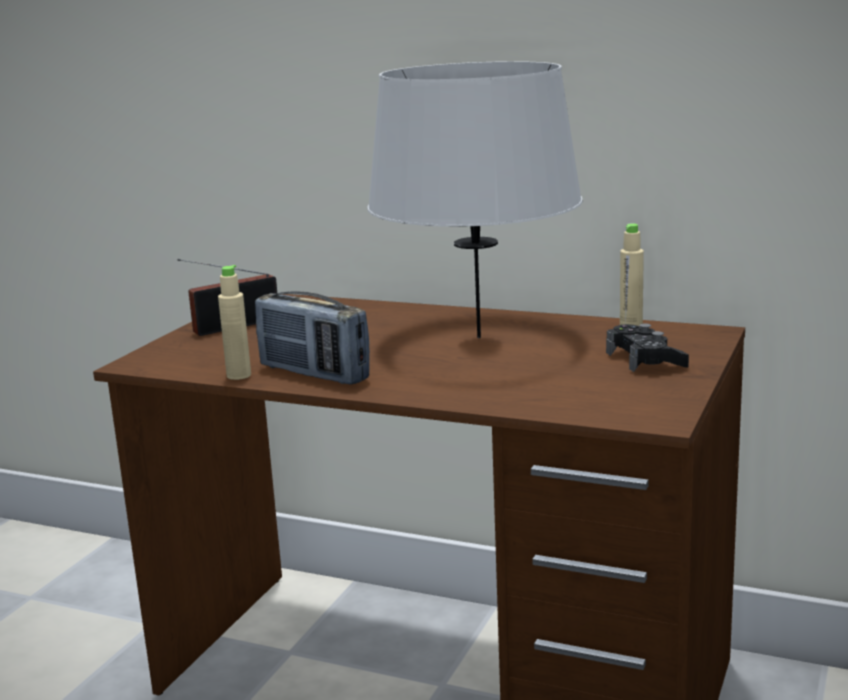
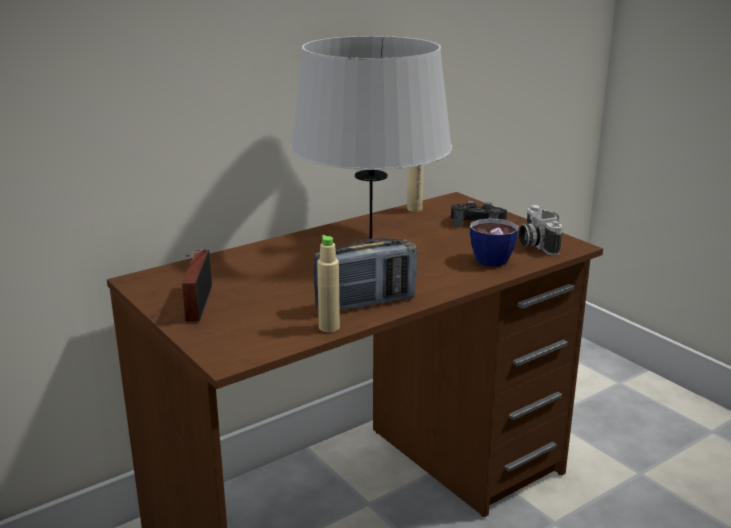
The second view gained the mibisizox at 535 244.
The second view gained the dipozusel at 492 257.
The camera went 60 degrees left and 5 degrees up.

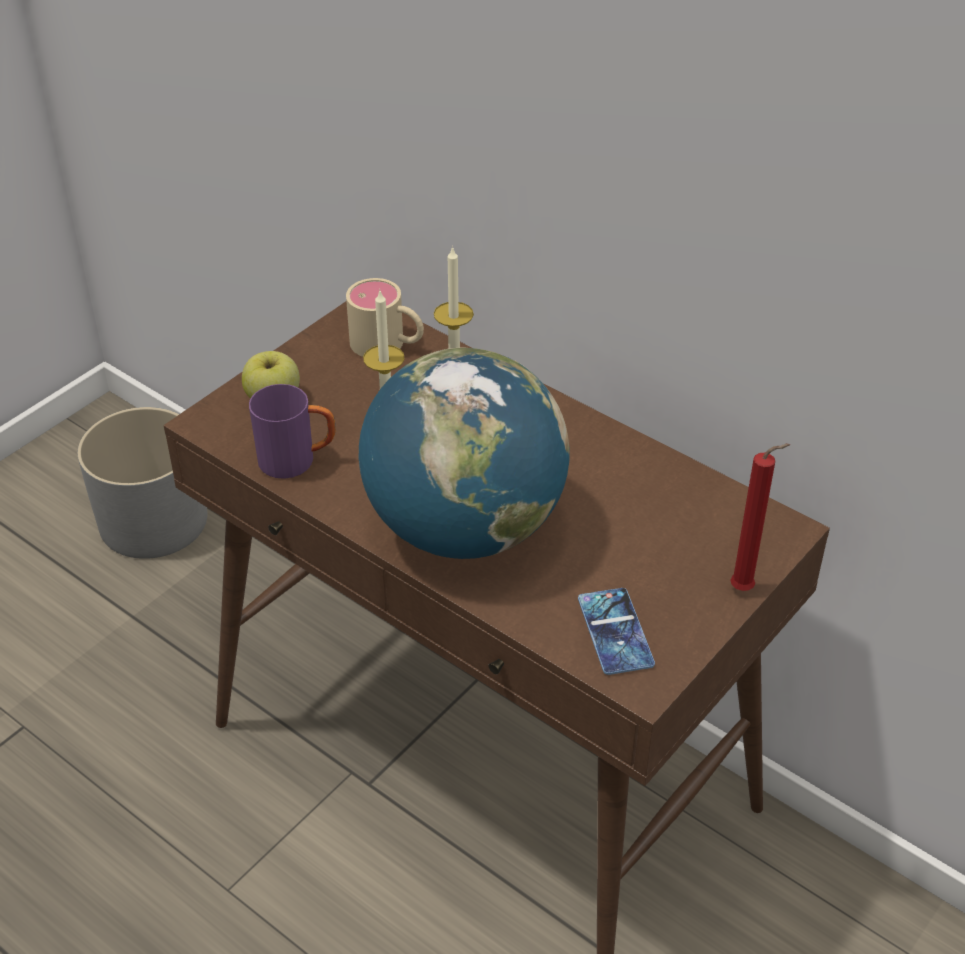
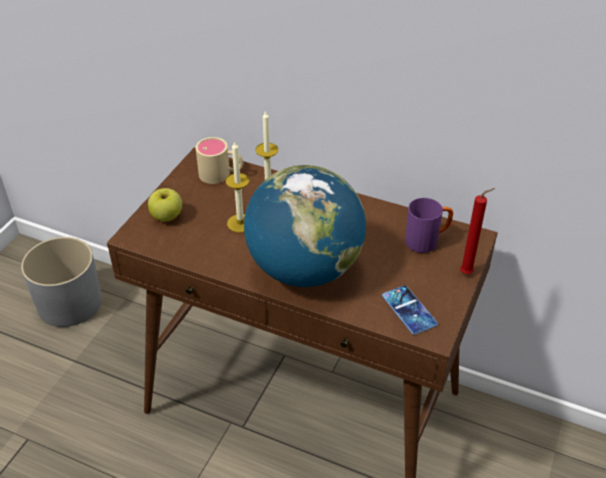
The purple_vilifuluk ended up elsewhere, having gone from 297 460 to 427 241.
The camera went 15 degrees left and 0 degrees up.

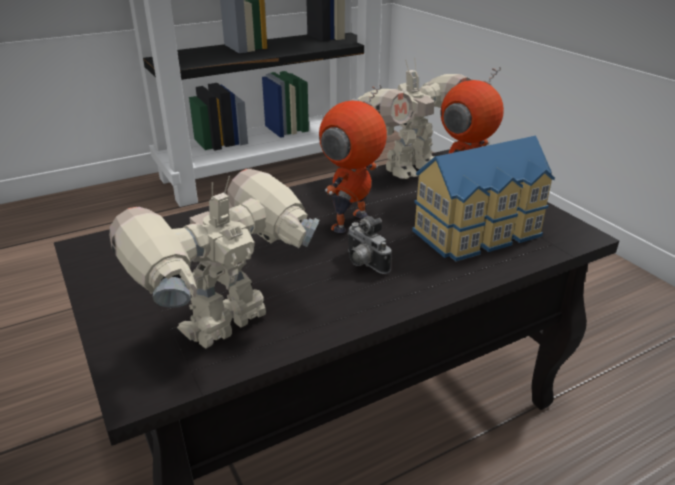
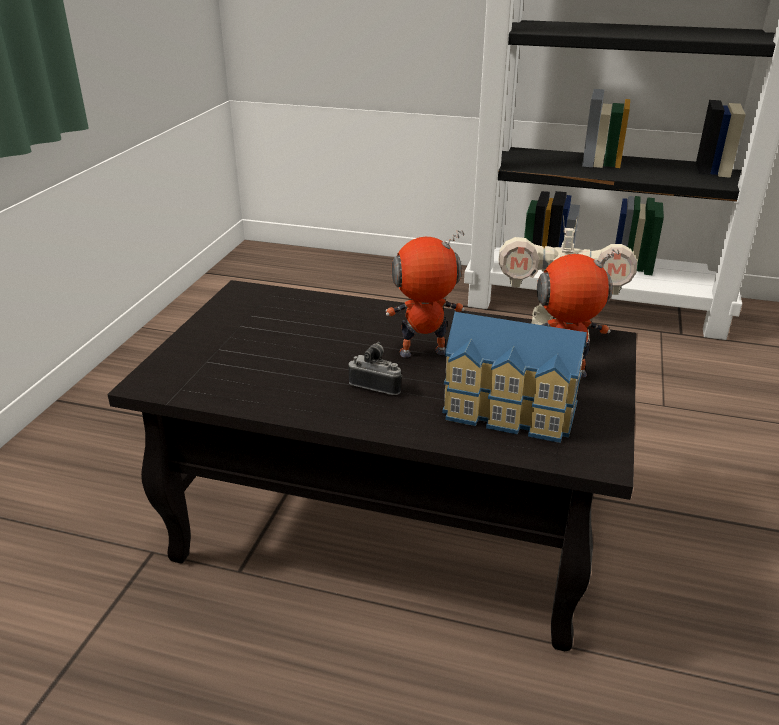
The second view lost the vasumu at 229 326.
The mibisizox at 363 264 ended up facing another way, 105 degrees clockwise from before.
The camera went 45 degrees right and 0 degrees up.

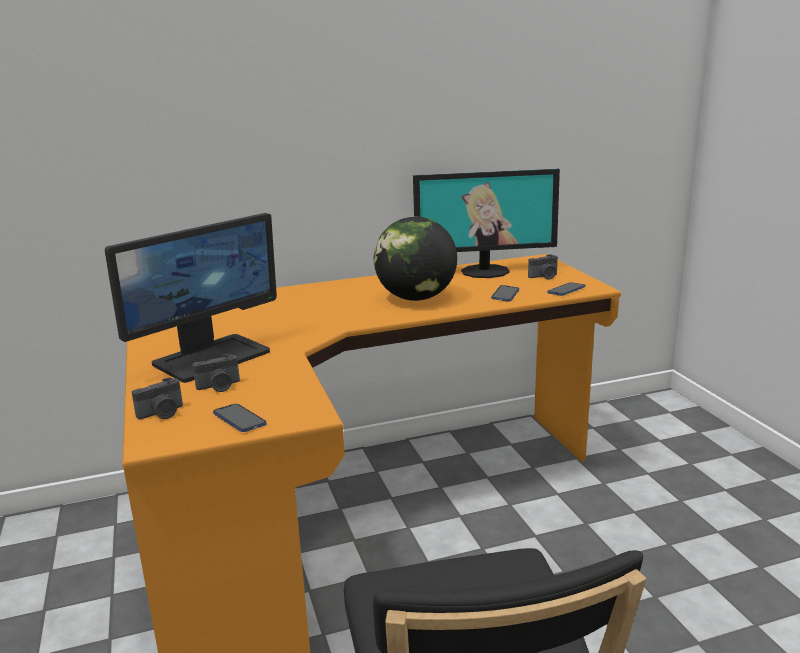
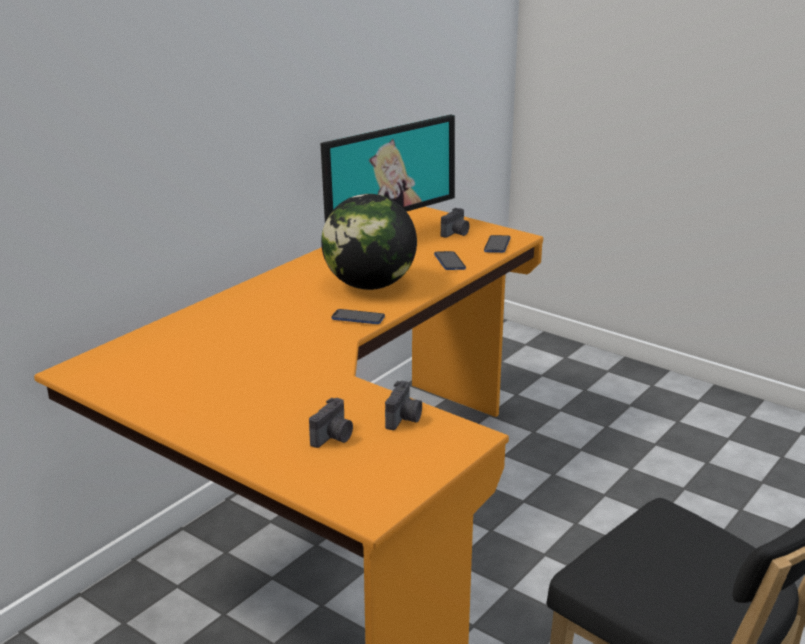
The second view lost the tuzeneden at 211 357.
The mibisizox ended up elsewhere, having gone from 162 413 to 404 419.
The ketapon ended up elsewhere, having gone from 239 419 to 358 318.
The camera went 35 degrees left and 5 degrees up.

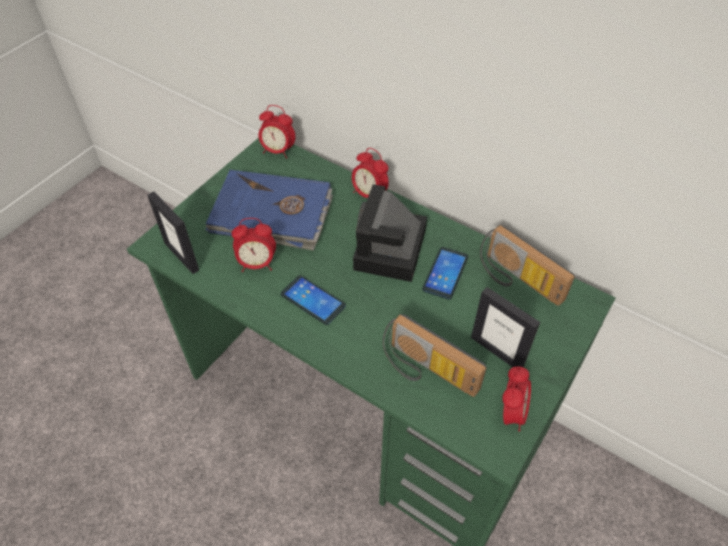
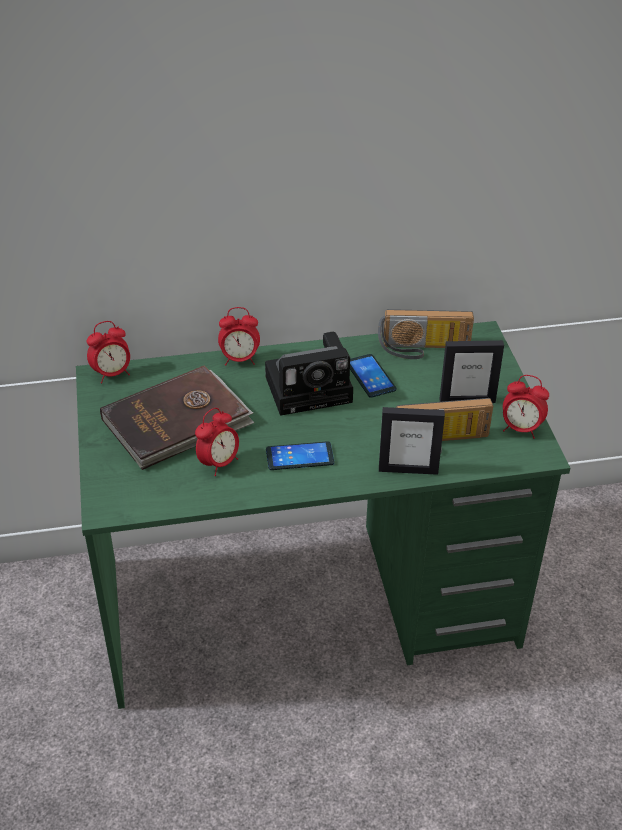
What was the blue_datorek at 271 214 turned into the brown_datorek at 177 422.
The mibisizox at 390 252 ended up facing another way, 75 degrees counterclockwise from before.
The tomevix ended up elsewhere, having gone from 182 256 to 408 469.
The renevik at 511 413 ended up facing another way, 135 degrees clockwise from before.
The camera went 45 degrees left and 10 degrees down.

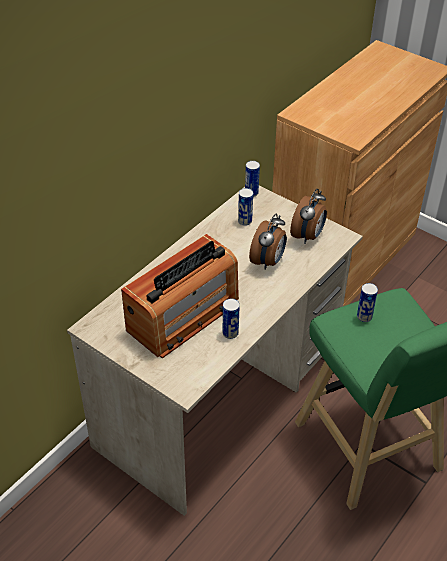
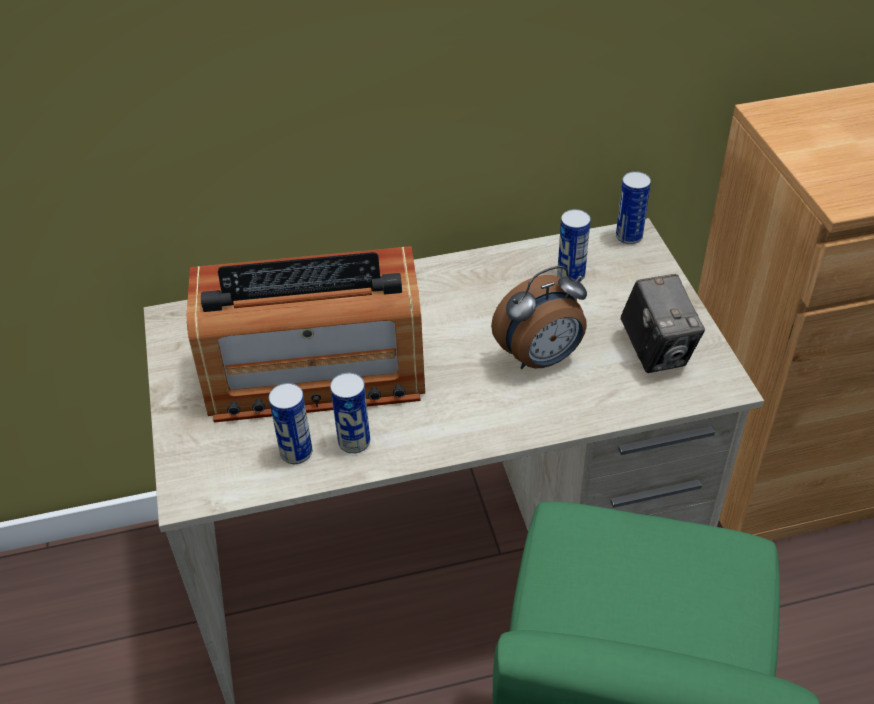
Where the renevik stood at 308 236, the mibisizox came to stand at 656 351.
The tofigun ended up elsewhere, having gone from 364 317 to 296 453.
The camera went 40 degrees right and 0 degrees up.

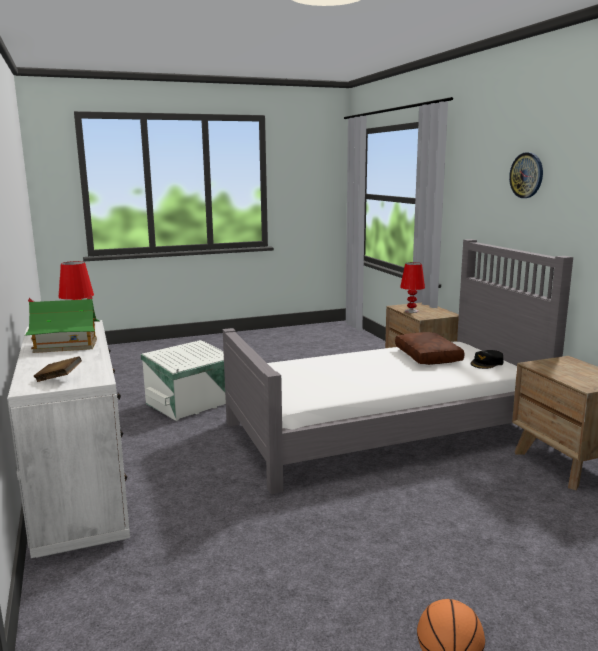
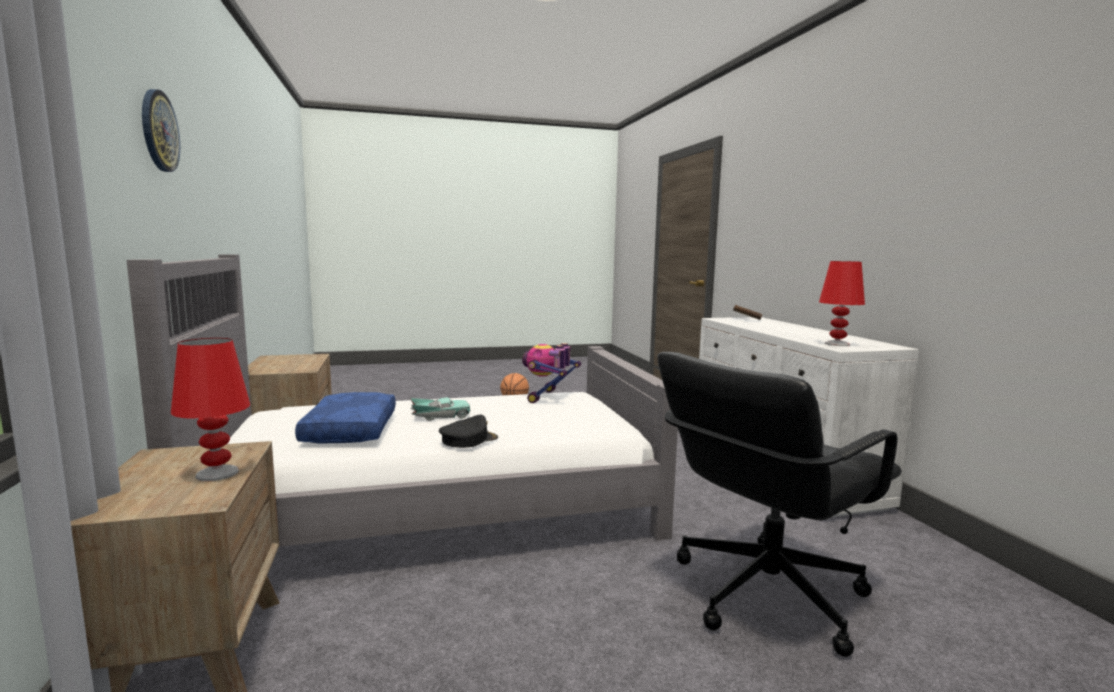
The second view lost the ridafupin at 65 345.
What was the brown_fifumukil at 429 356 turned into the blue_fifumukil at 349 430.
Where the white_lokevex stood at 192 403, the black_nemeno came to stand at 765 593.
The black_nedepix ended up elsewhere, having gone from 487 363 to 468 440.
The second view gained the vasumu at 548 397.
The second view gained the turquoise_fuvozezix at 440 416.
The camera went 175 degrees left and 5 degrees down.

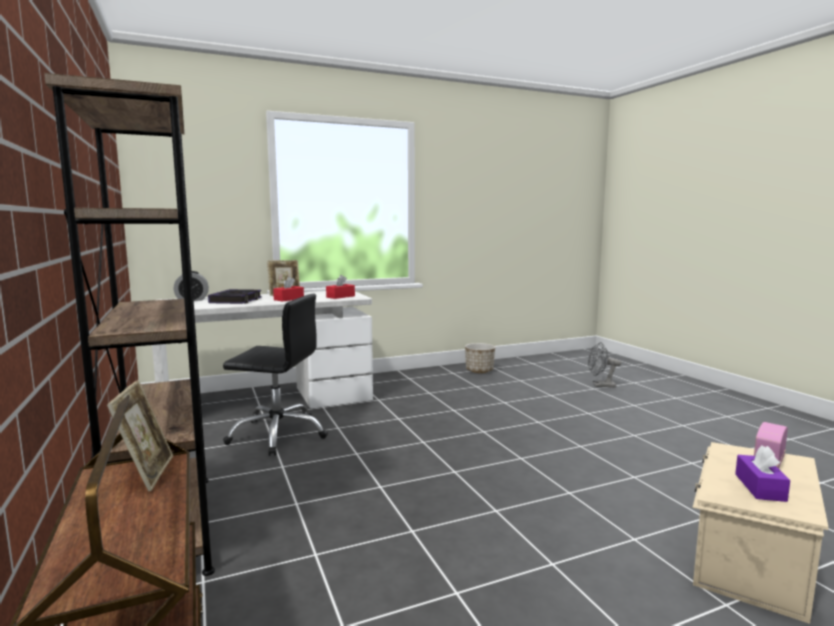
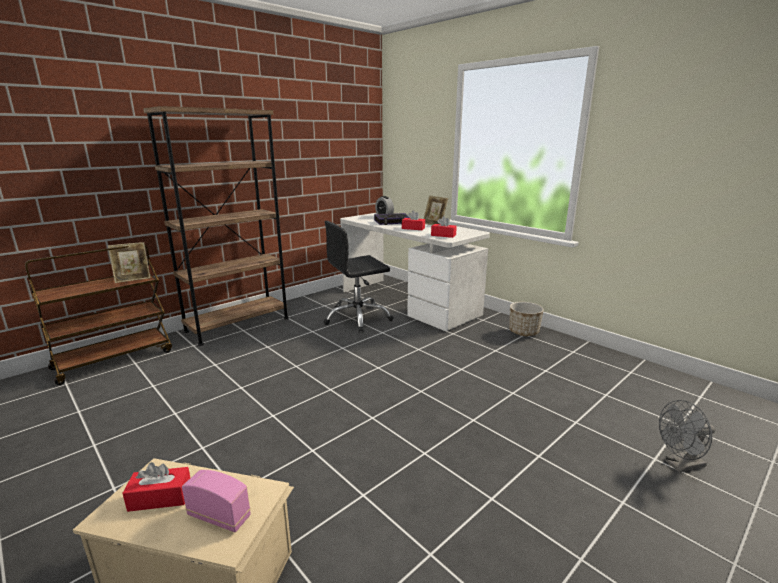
The black_nemeno at 278 434 ended up facing another way, 75 degrees clockwise from before.
The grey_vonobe at 600 385 ended up facing another way, 90 degrees counterclockwise from before.
The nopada ended up elsewhere, having gone from 479 370 to 523 332.
What was the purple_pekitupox at 760 487 turned into the red_pekitupox at 160 497.
The camera went 70 degrees right and 10 degrees up.

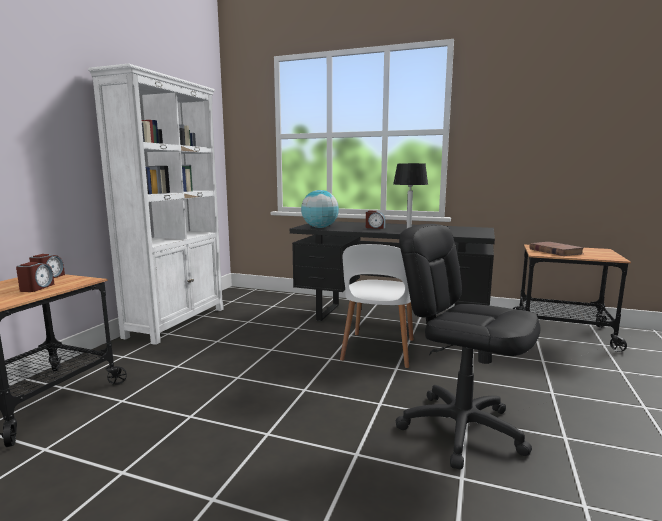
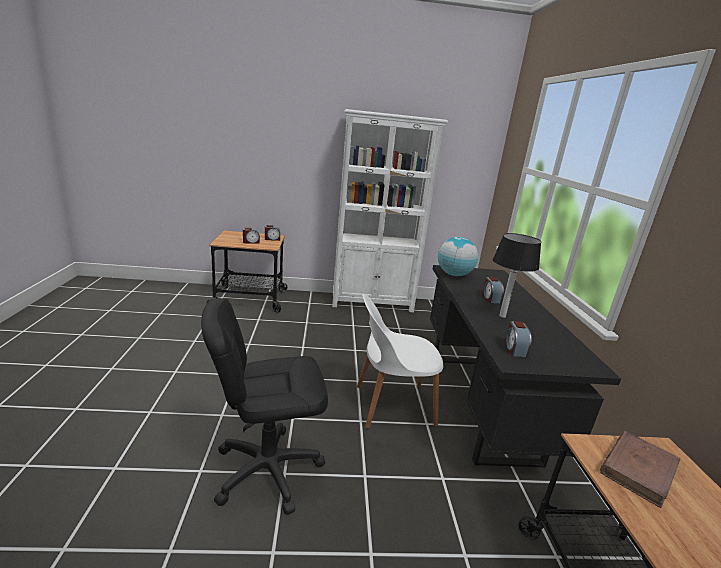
The black_nemeno at 461 429 ended up facing another way, 120 degrees counterclockwise from before.
The second view gained the renevik at 515 349.
The camera went 65 degrees right and 10 degrees up.

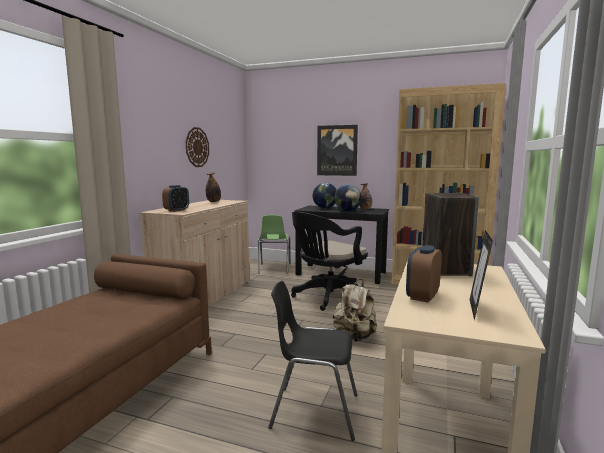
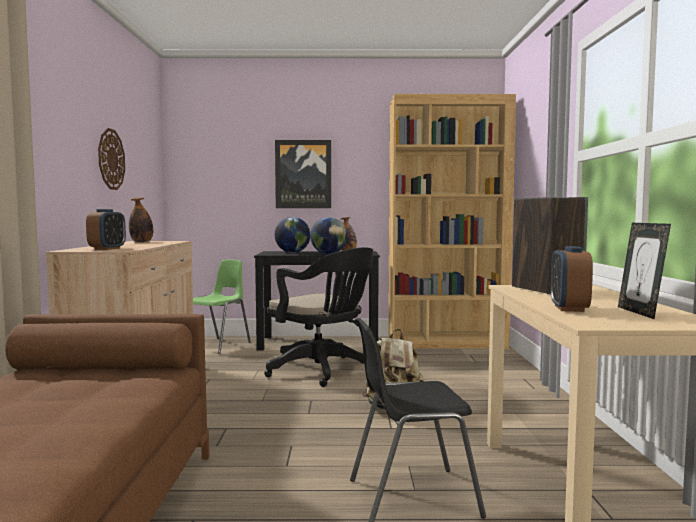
The black_nemeno at 327 297 ended up facing another way, 75 degrees counterclockwise from before.
The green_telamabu at 274 269 ended up facing another way, 135 degrees counterclockwise from before.
The camera went 20 degrees left and 5 degrees down.

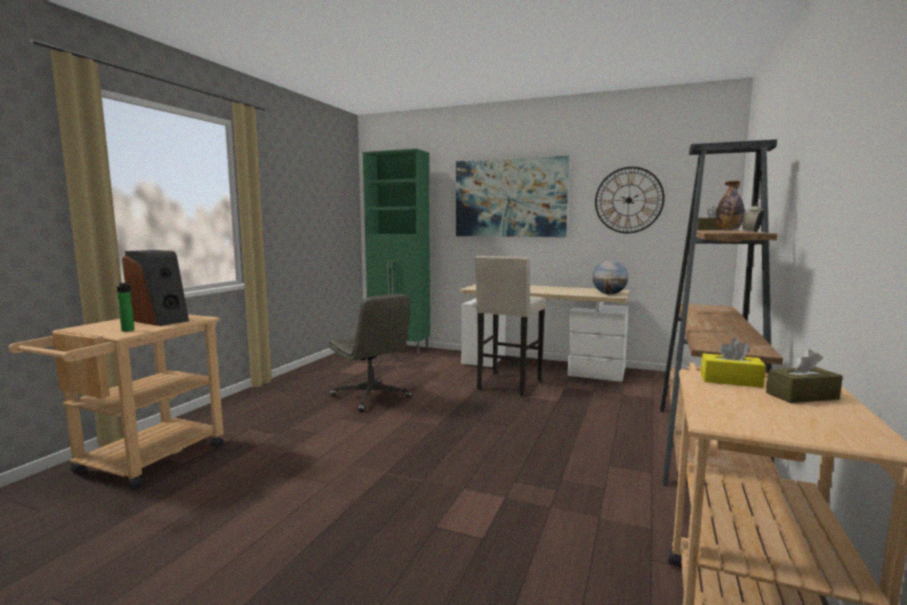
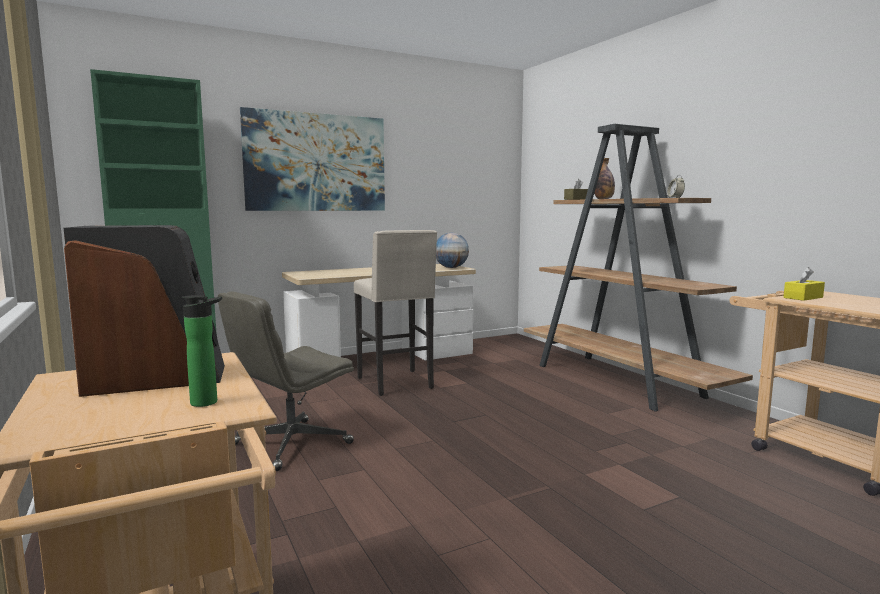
The second view lost the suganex at 628 200.
The grey_nemeno at 371 397 ended up facing another way, 135 degrees clockwise from before.
The second view lost the brown_pekitupox at 801 396.
The camera went 50 degrees left and 0 degrees up.

